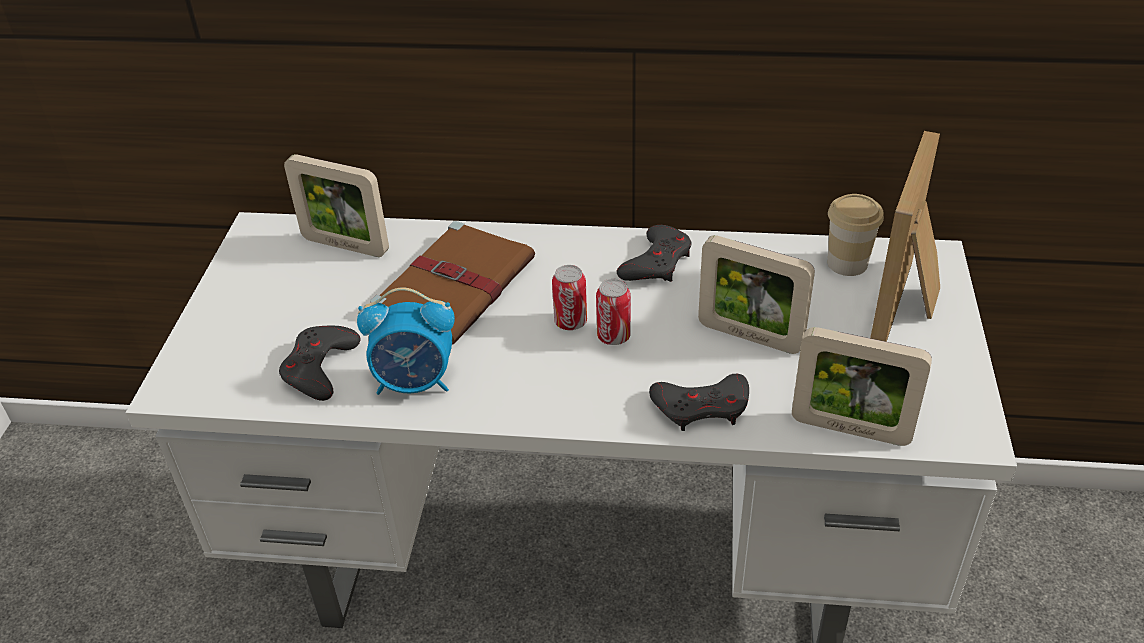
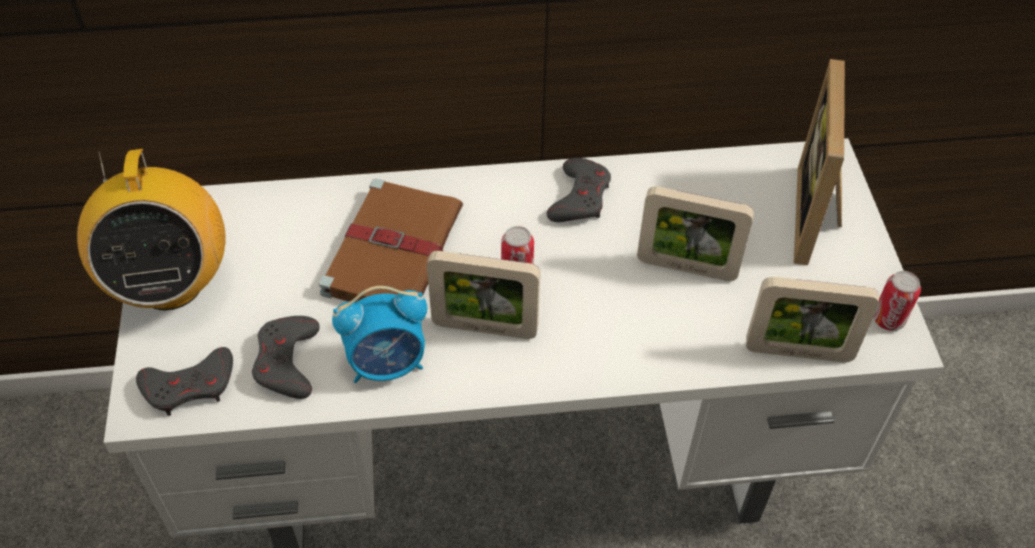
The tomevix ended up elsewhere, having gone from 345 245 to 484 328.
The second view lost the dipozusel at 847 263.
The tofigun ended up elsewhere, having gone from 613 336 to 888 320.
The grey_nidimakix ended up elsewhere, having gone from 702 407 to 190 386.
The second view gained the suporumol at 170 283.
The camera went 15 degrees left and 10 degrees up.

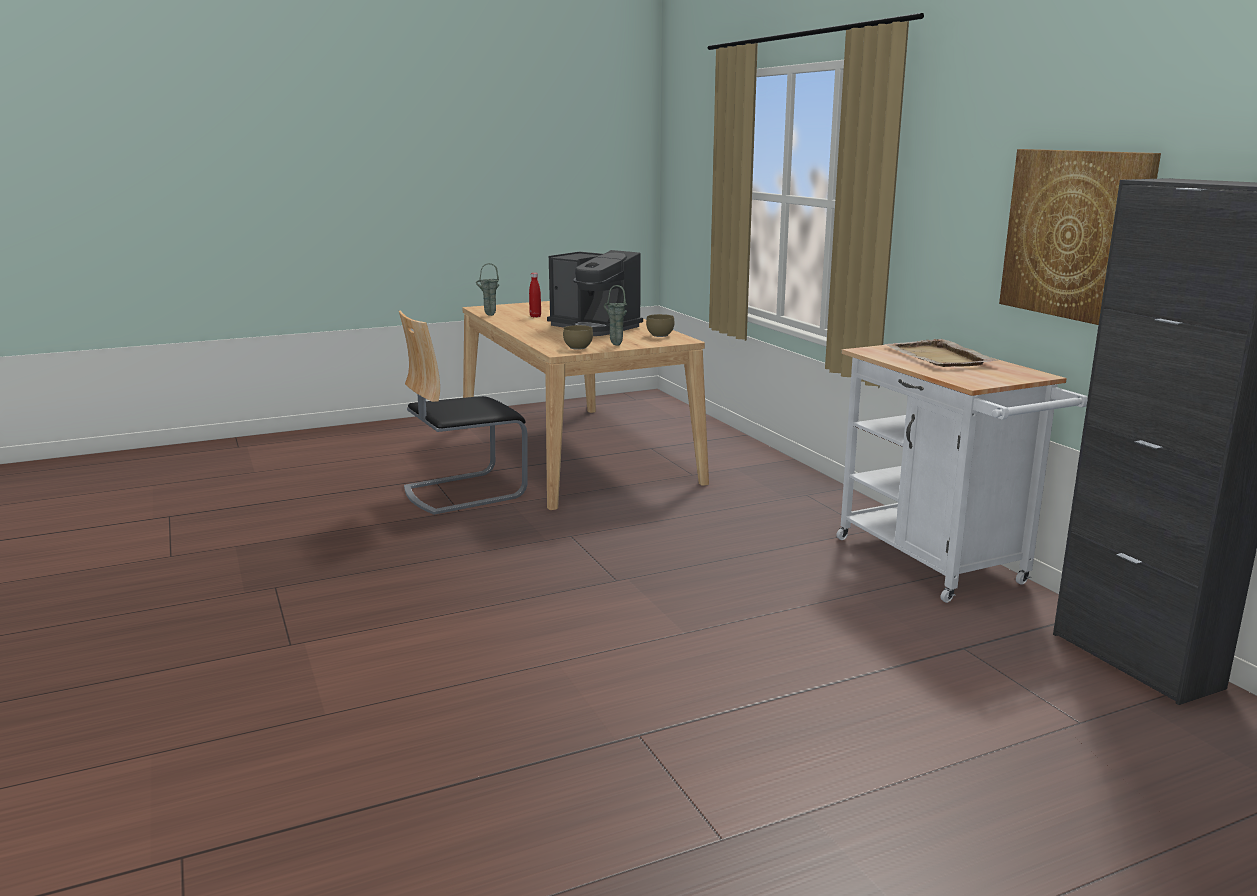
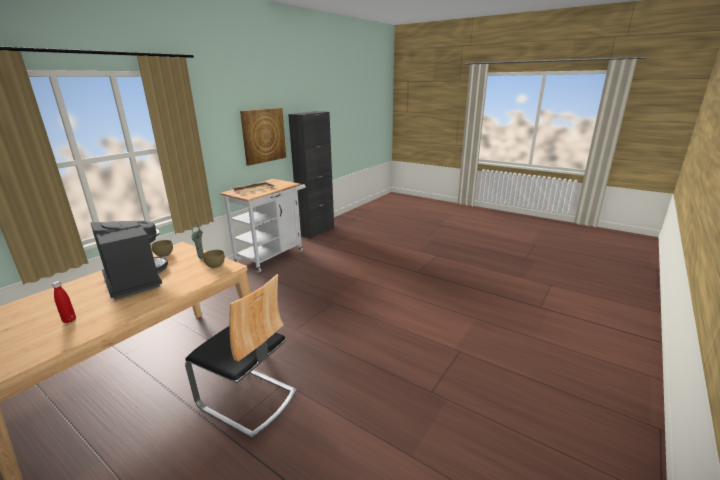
The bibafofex at 594 328 ended up facing another way, 45 degrees counterclockwise from before.
The second view lost the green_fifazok at 489 315.
The camera went 120 degrees left and 5 degrees up.

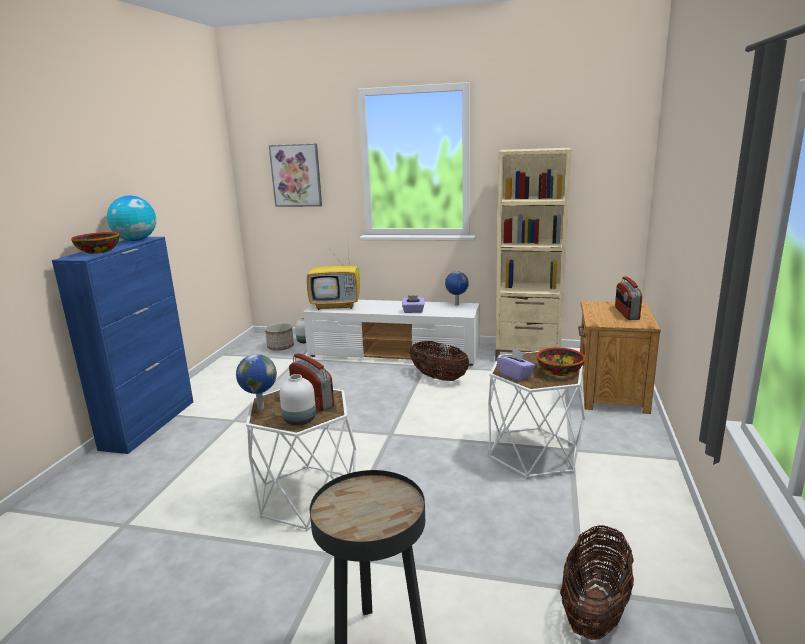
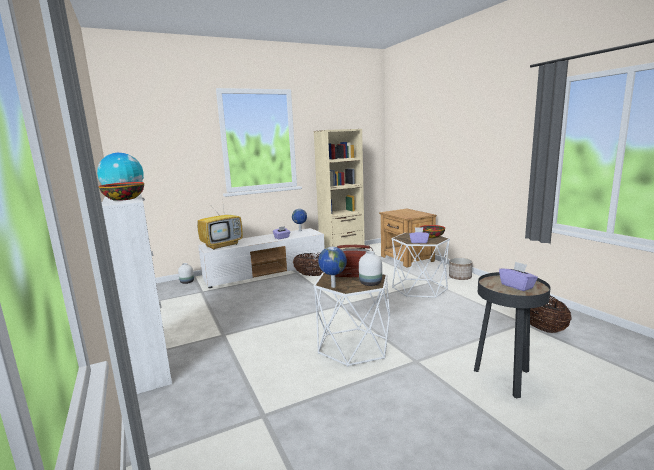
The second view lost the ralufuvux at 296 175.
What was the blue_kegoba at 149 424 turned into the white_kegoba at 151 362.
The second view lost the suporumol at 626 314.
The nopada ended up elsewhere, having gone from 280 347 to 460 277.
The second view gained the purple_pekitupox at 517 286.
The camera went 40 degrees left and 5 degrees down.

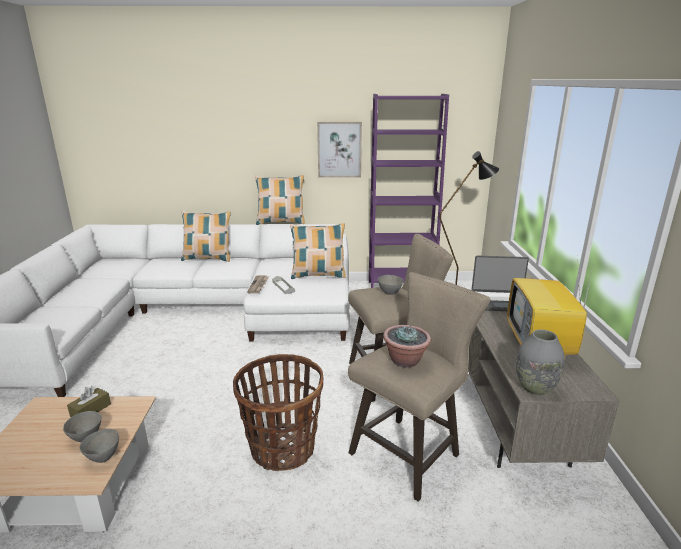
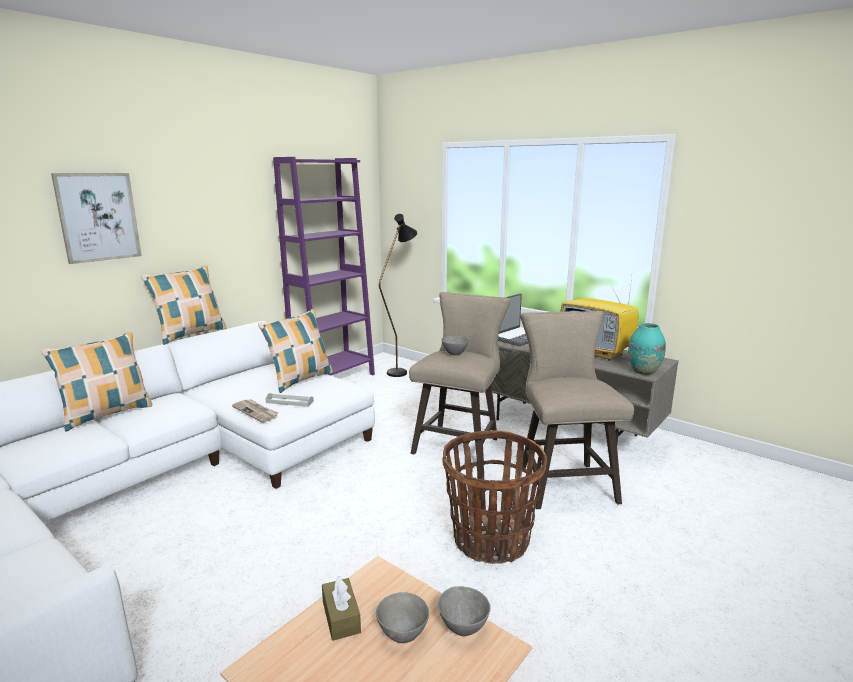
The ralufuvux ended up elsewhere, having gone from 339 149 to 98 217.
The second view lost the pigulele at 405 361.
What was the grey_fifazok at 534 388 turned into the turquoise_fifazok at 643 371.
The camera went 50 degrees left and 5 degrees down.

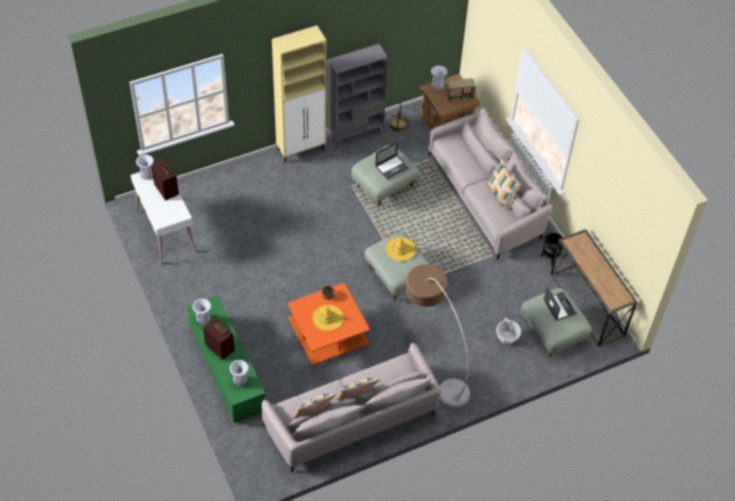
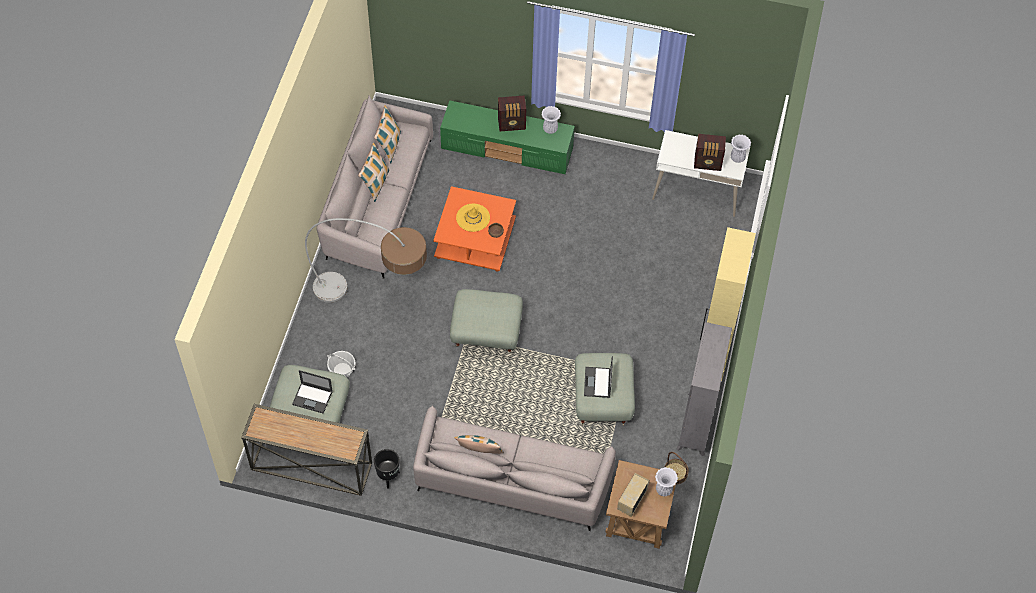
The second view lost the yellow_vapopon at 400 249.
The second view lost the white_fifazok at 240 380.
The camera went 130 degrees right and 5 degrees up.

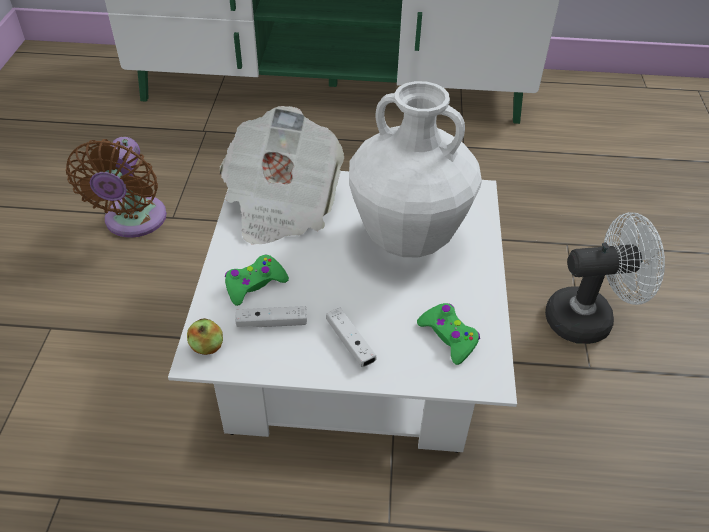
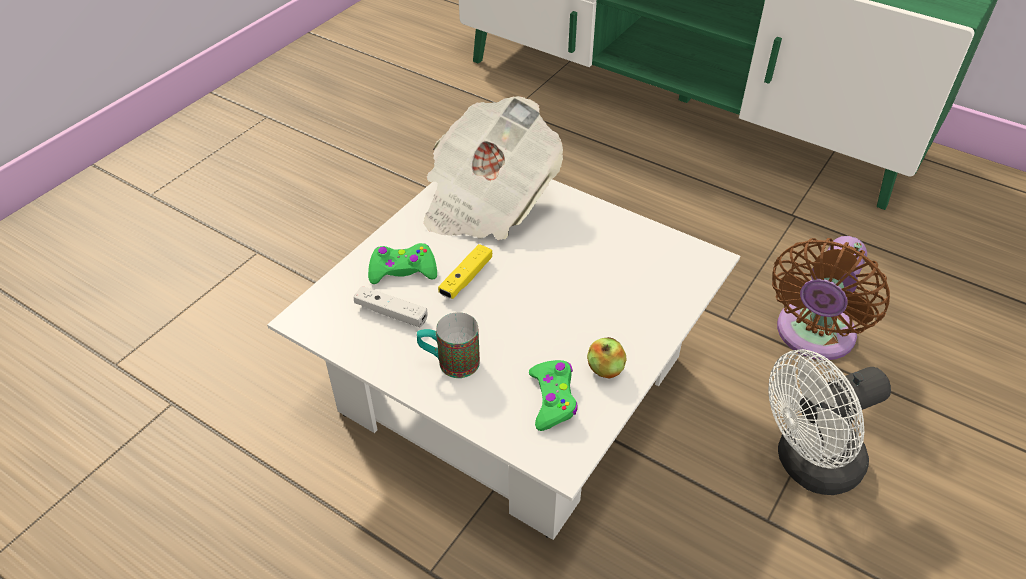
The second view lost the white_fifazok at 409 239.
The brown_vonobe ended up elsewhere, having gone from 133 222 to 812 336.
The white_vonobe at 589 318 ended up facing another way, 135 degrees clockwise from before.
Where the white_nidimakix stood at 350 343, the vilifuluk came to stand at 449 363.
The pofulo ended up elsewhere, having gone from 207 347 to 605 369.
The second view gained the yellow_nidimakix at 466 278.
The camera went 30 degrees right and 0 degrees up.

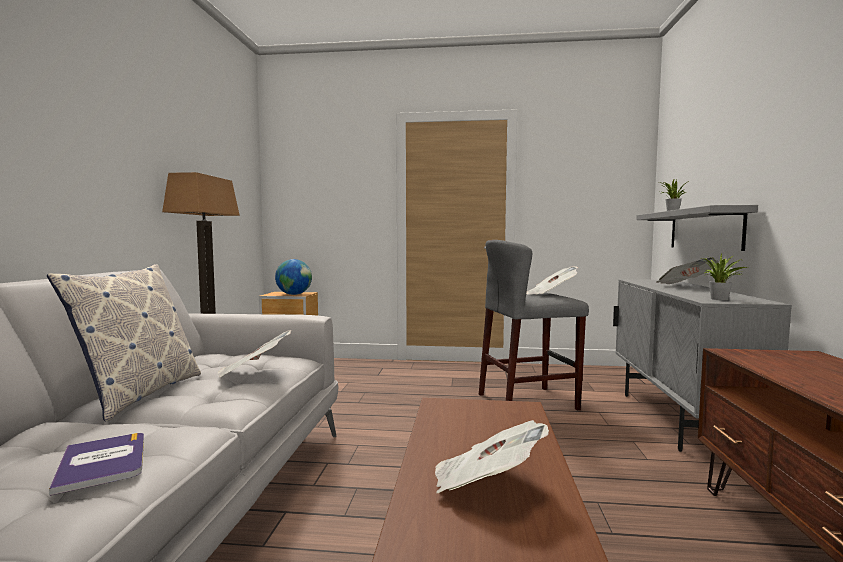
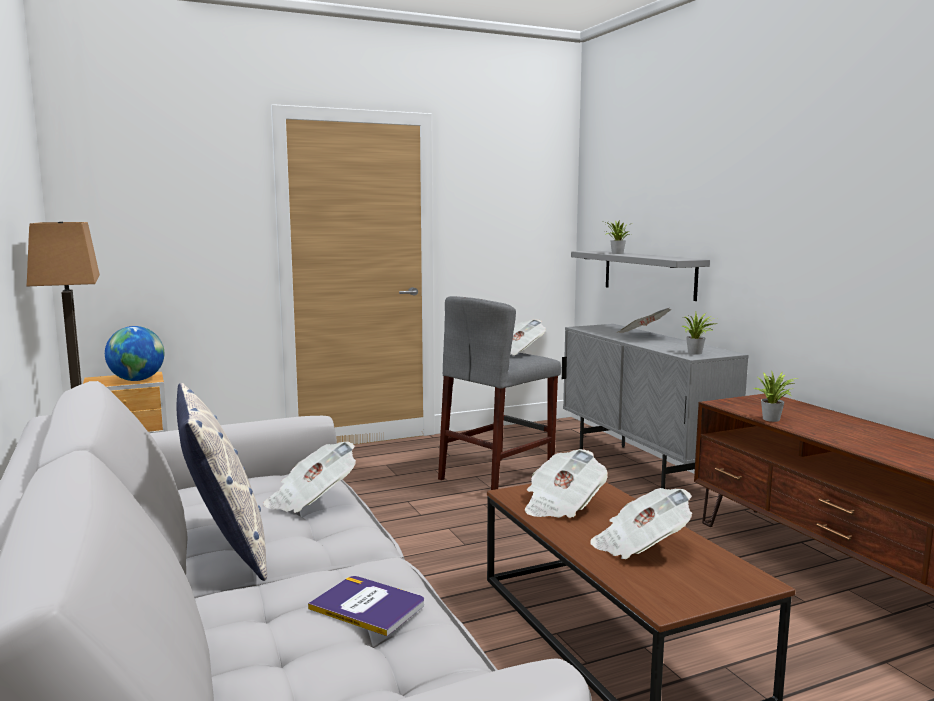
The second view gained the pigulele at 773 419.
The second view gained the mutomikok at 562 505.
The camera went 30 degrees left and 5 degrees up.

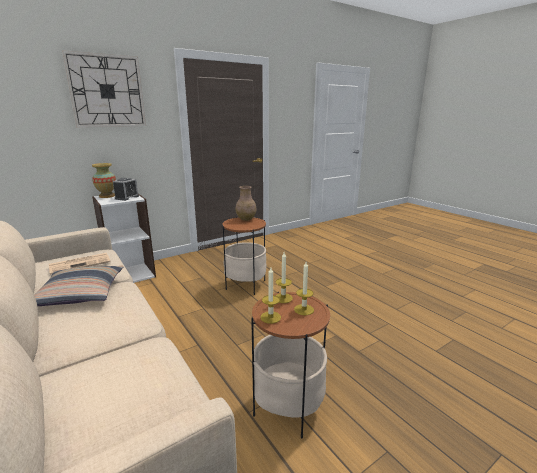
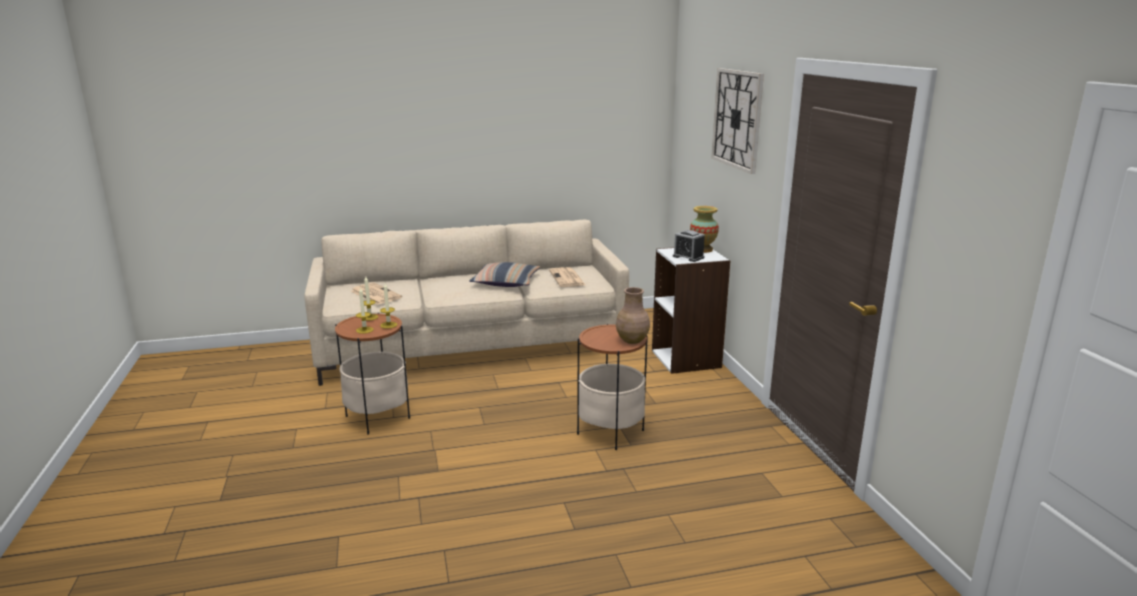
The second view gained the mutomikok at 375 294.
The camera went 110 degrees right and 0 degrees up.

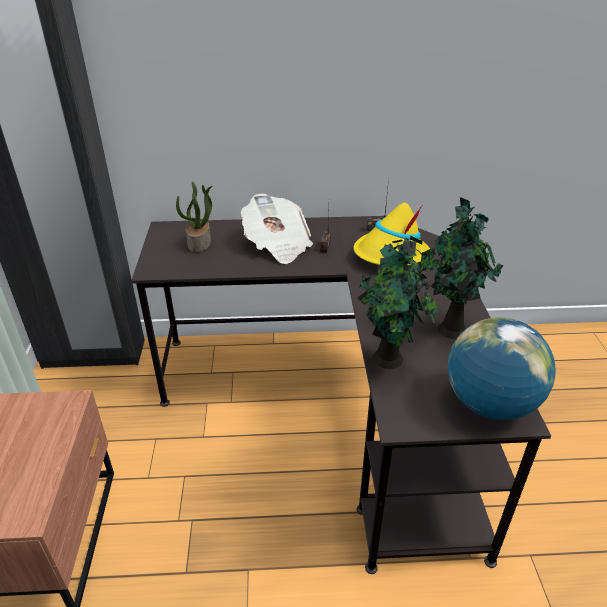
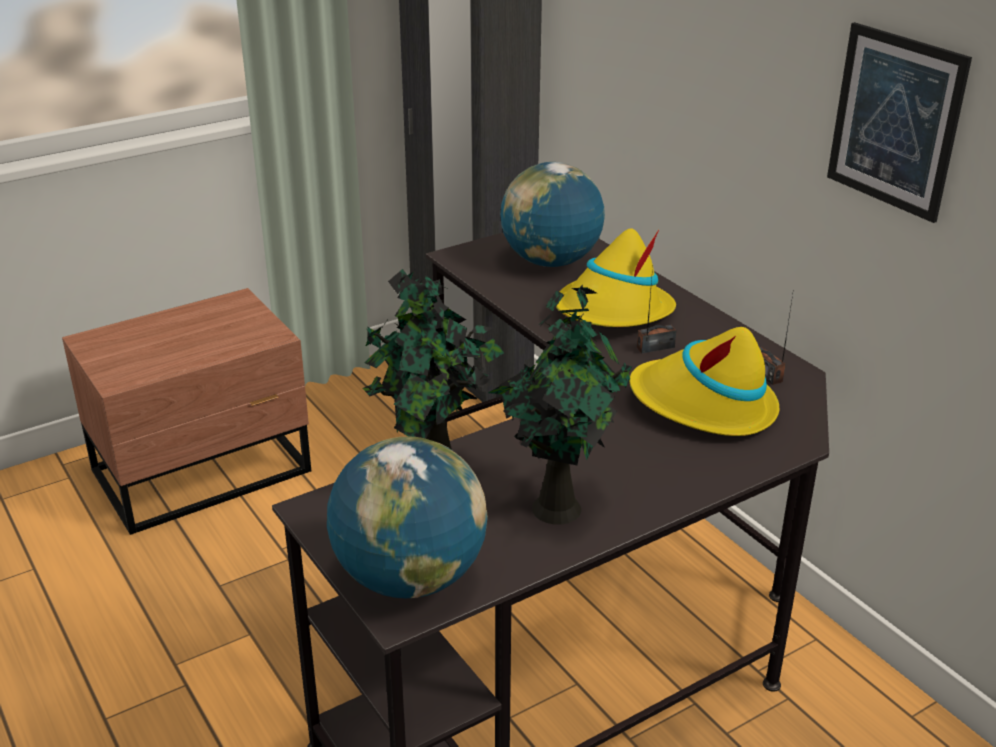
Where the pigulele stood at 200 243, the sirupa came to stand at 550 261.
Where the mutomikok stood at 277 245, the yellow_vapopon came to stand at 613 312.
The second view gained the ralufuvux at 895 121.
The camera went 60 degrees right and 5 degrees down.

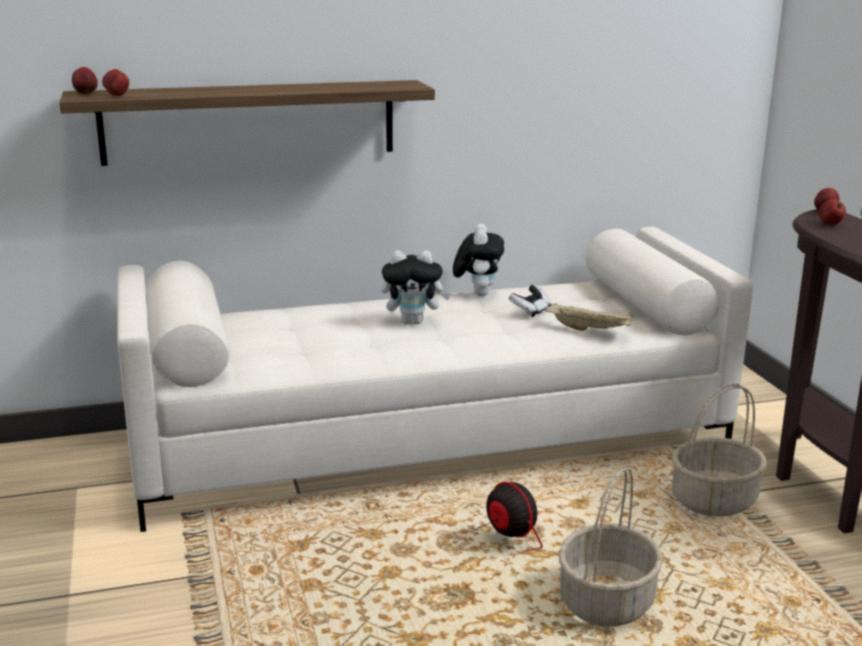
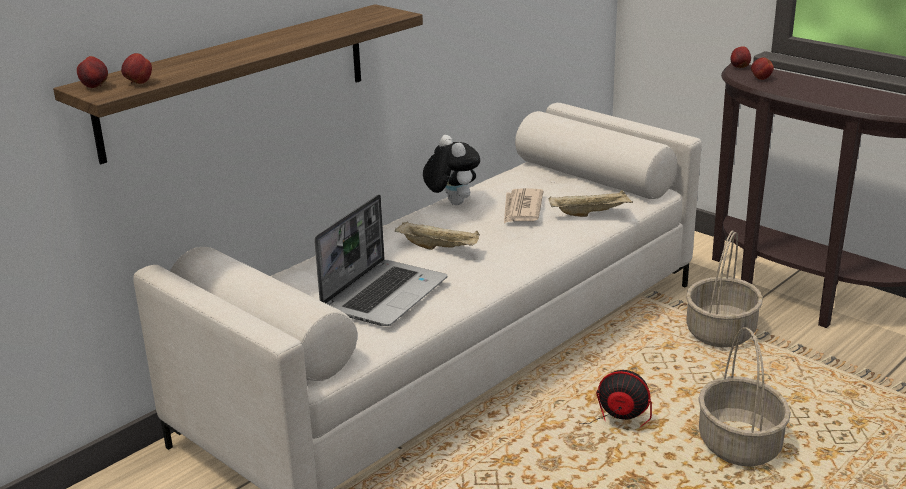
Where the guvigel stood at 413 322, the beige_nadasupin came to stand at 439 247.
Where the nidimakix stood at 530 311, the mutomikok came to stand at 522 209.
The second view gained the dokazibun at 384 294.
The camera went 30 degrees left and 5 degrees up.

